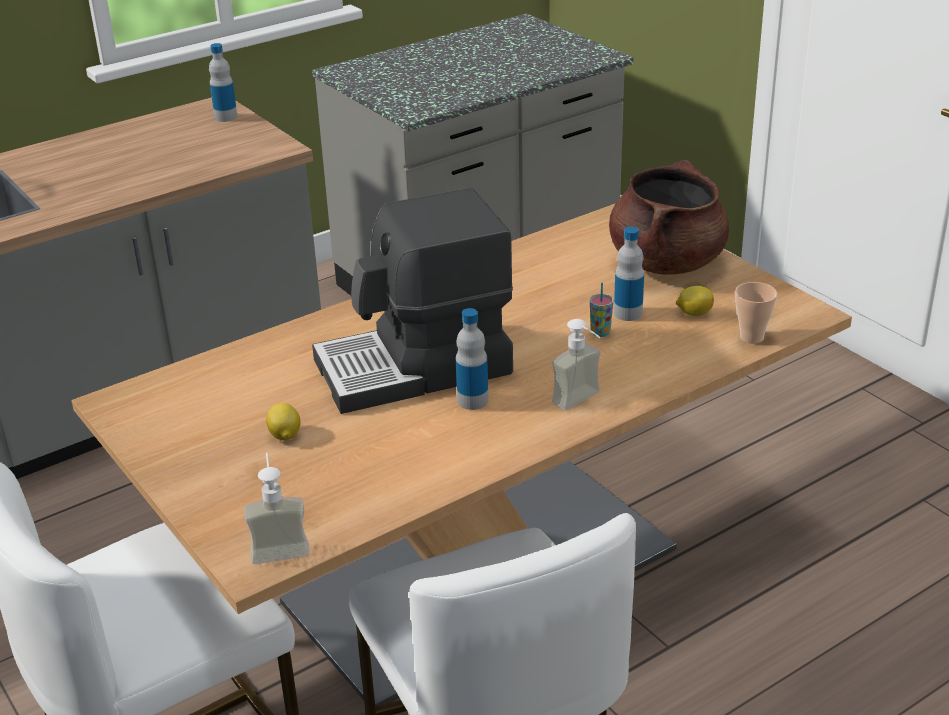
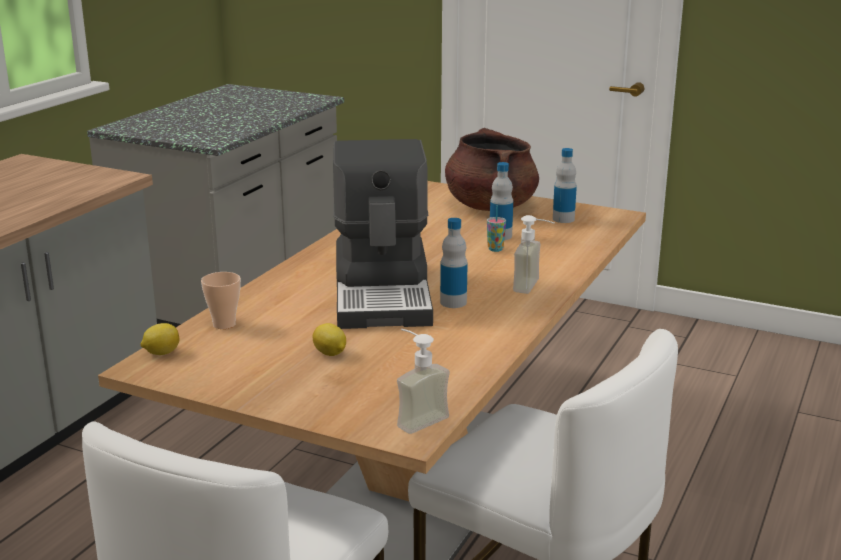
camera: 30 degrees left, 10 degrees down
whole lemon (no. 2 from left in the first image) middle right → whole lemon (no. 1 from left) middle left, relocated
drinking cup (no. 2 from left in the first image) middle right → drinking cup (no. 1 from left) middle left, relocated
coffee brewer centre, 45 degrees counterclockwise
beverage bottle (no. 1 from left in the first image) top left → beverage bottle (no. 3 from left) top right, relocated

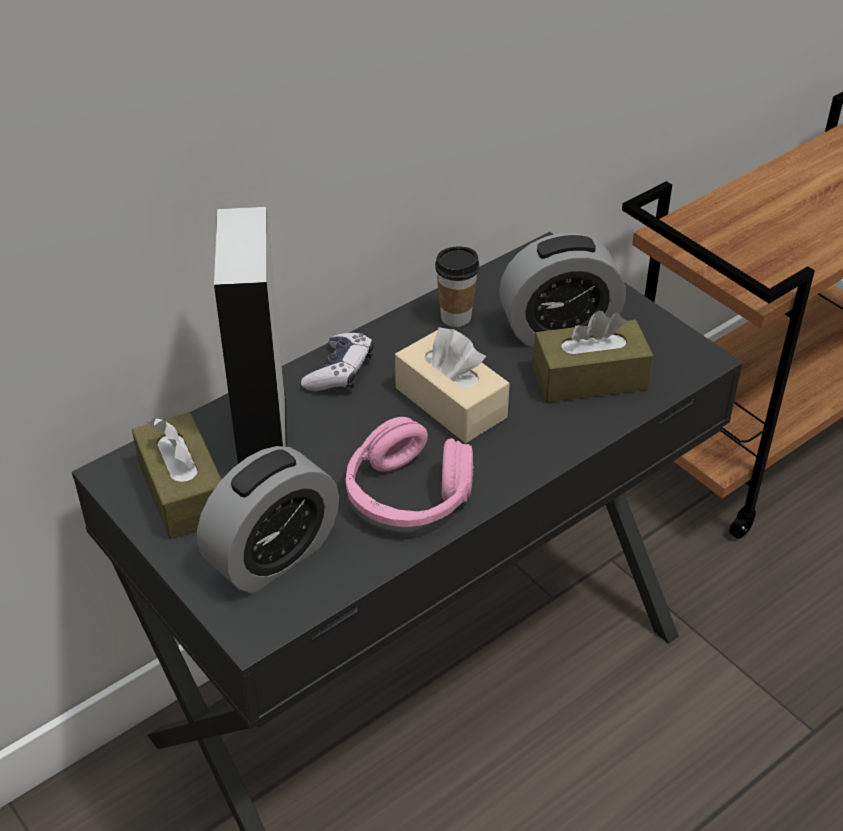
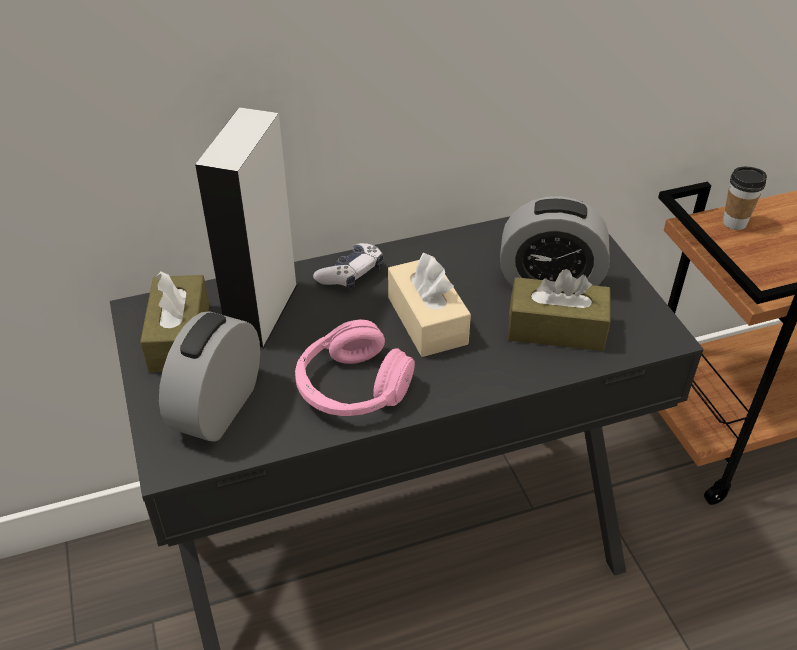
camera: 20 degrees right, 0 degrees up
bedside clock (no. 1 from left) middle left, 135 degrees clockwise
drinking cup centre → drinking cup top right, relocated

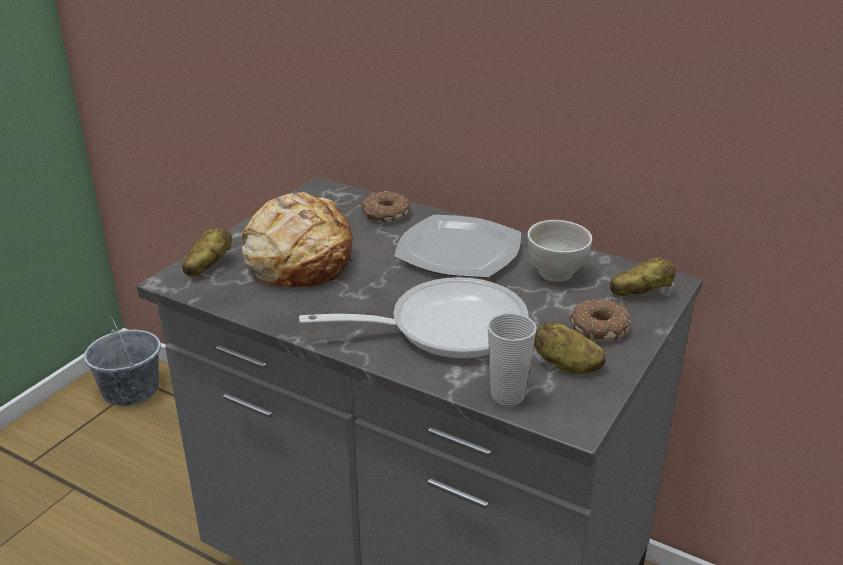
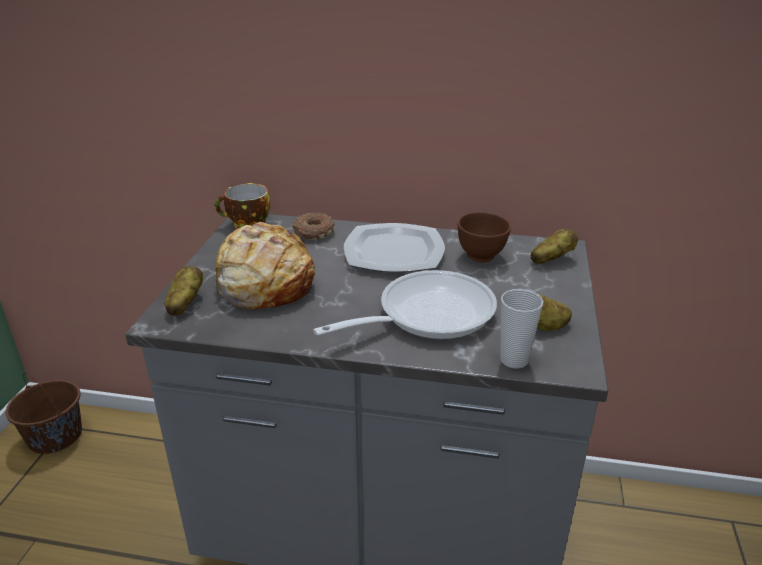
camera: 20 degrees left, 0 degrees up
pail/grey middle left → pail/brownish bottom left
- → drinking cup (no. 1 from left) middle left
deep dish/whitish centre → deep dish/brownish centre
doughnut (no. 2 from left) middle right → -

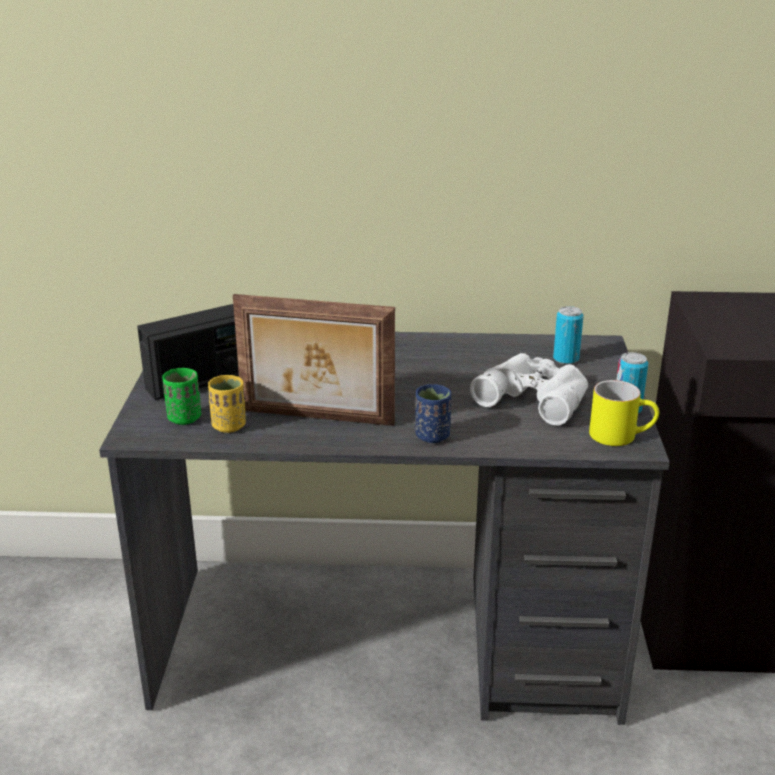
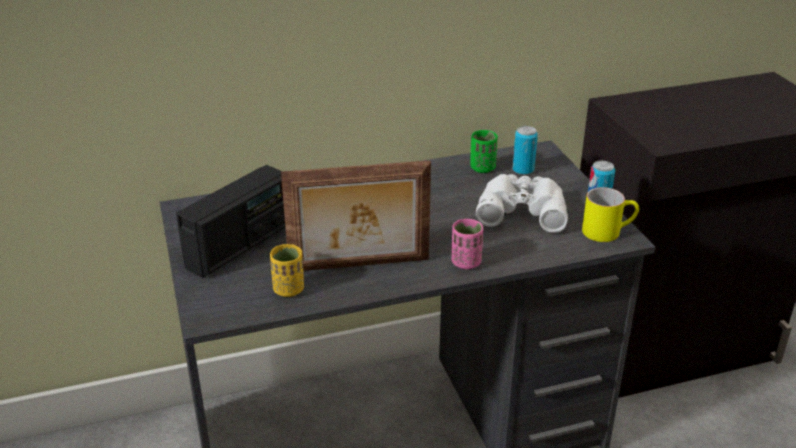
camera: 20 degrees left, 5 degrees up
drinking cup/blue-coloured centre → drinking cup/pink centre
drinking cup/greenish middle left → drinking cup/greenish centre, relocated

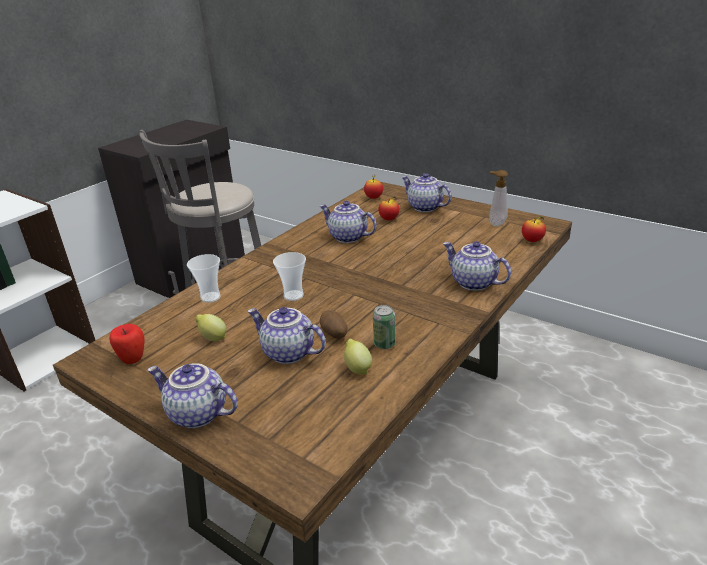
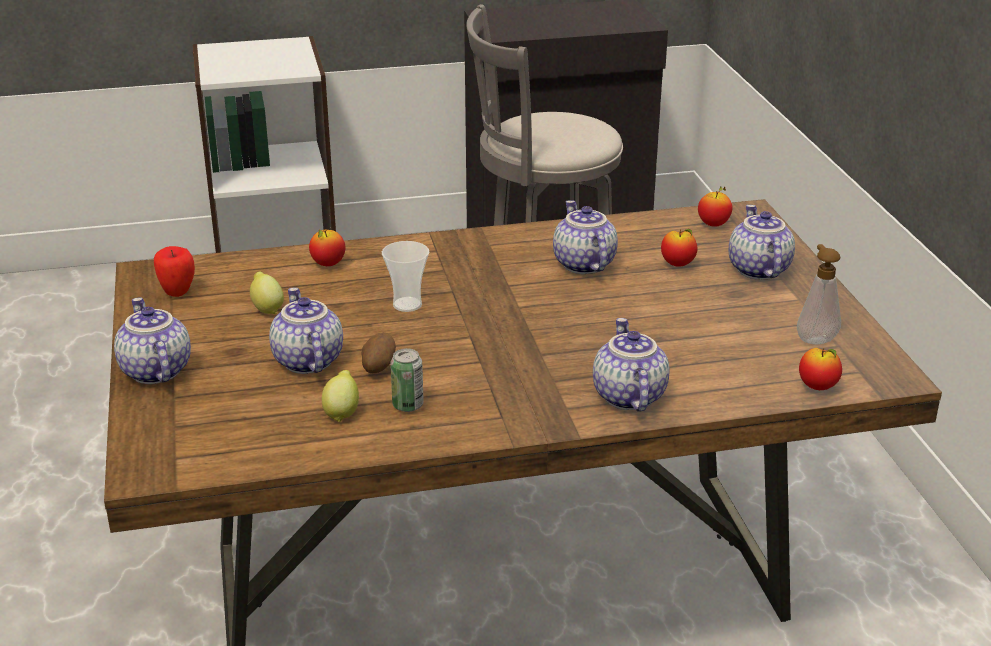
camera: 40 degrees right, 0 degrees up
drinking cup (no. 1 from left) middle left → whole apple (no. 2 from left) middle left

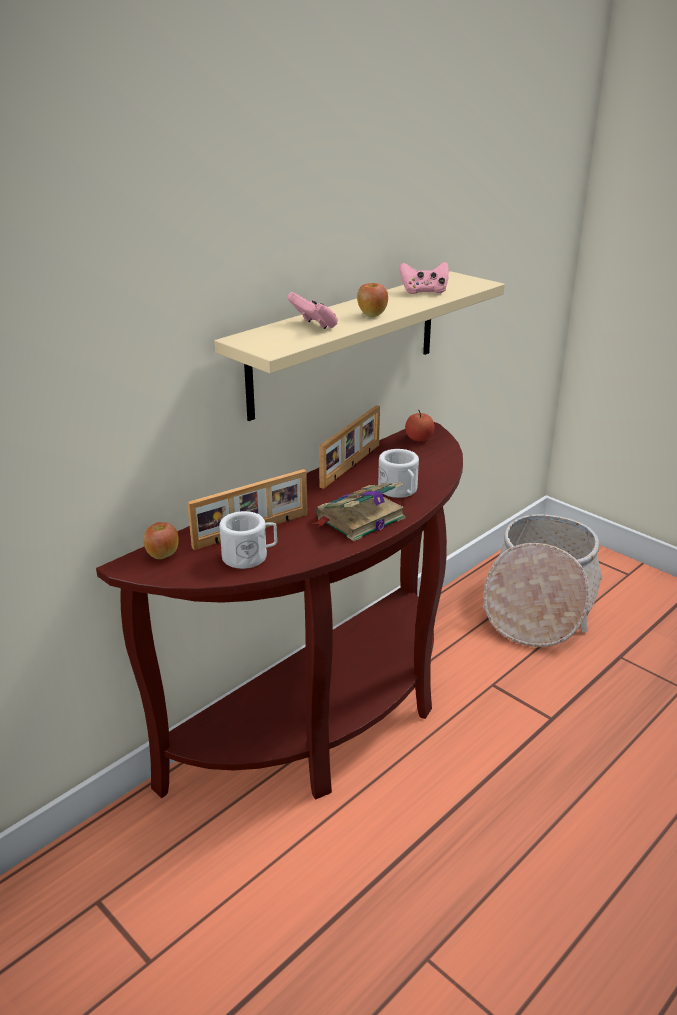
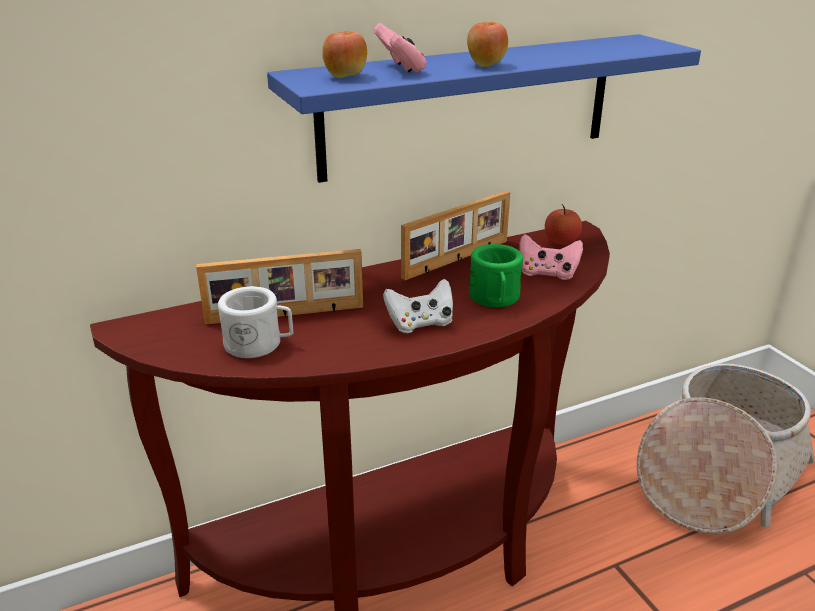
camera: 20 degrees right, 0 degrees up
shelf/beige-coloured centre → shelf/blue-coloured top centre
whole apple (no. 1 from left) middle left → whole apple (no. 1 from left) top centre, relocated
volume centre → game controller/whitish centre
coffee mug/whitish (no. 2 from left) centre → coffee mug/greenish centre
game controller/pink (no. 2 from left) top centre → game controller/pink (no. 2 from left) middle right, relocated

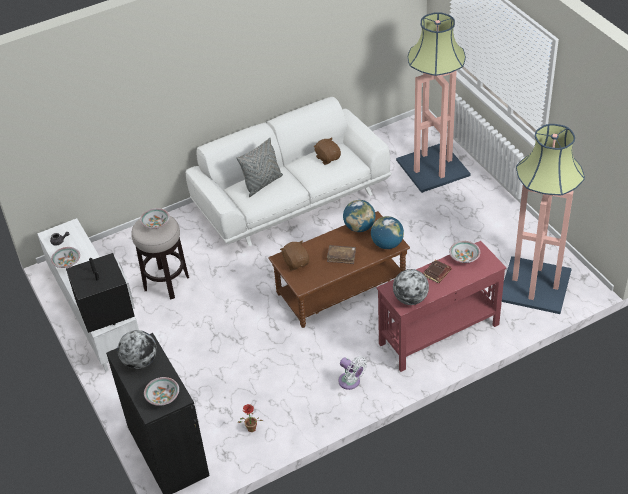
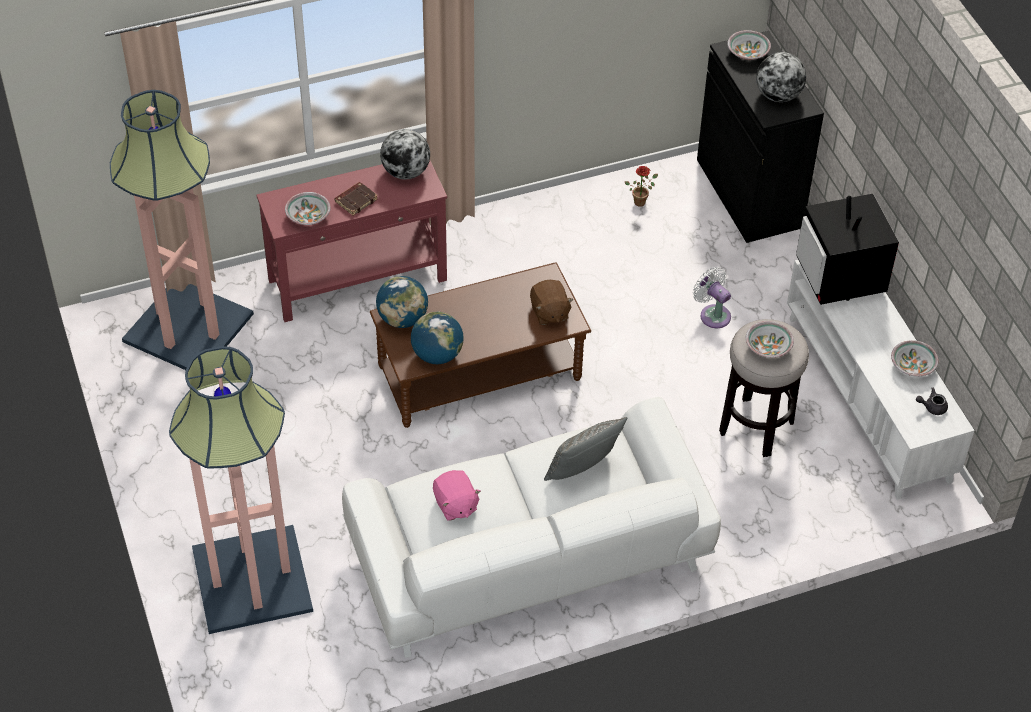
camera: 175 degrees left, 5 degrees up
soft toy/brownish (no. 2 from left) top centre → soft toy/pink bottom centre
fan/whitish bottom centre → fan/whitish middle right, relocated
volume/brownish (no. 1 from left) centre → -

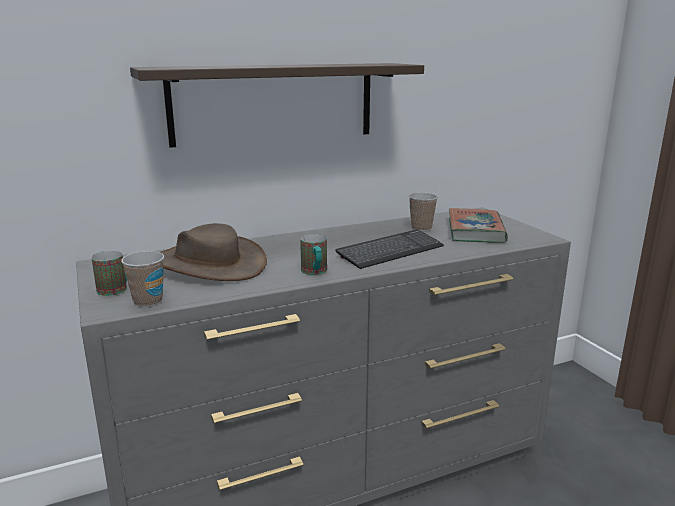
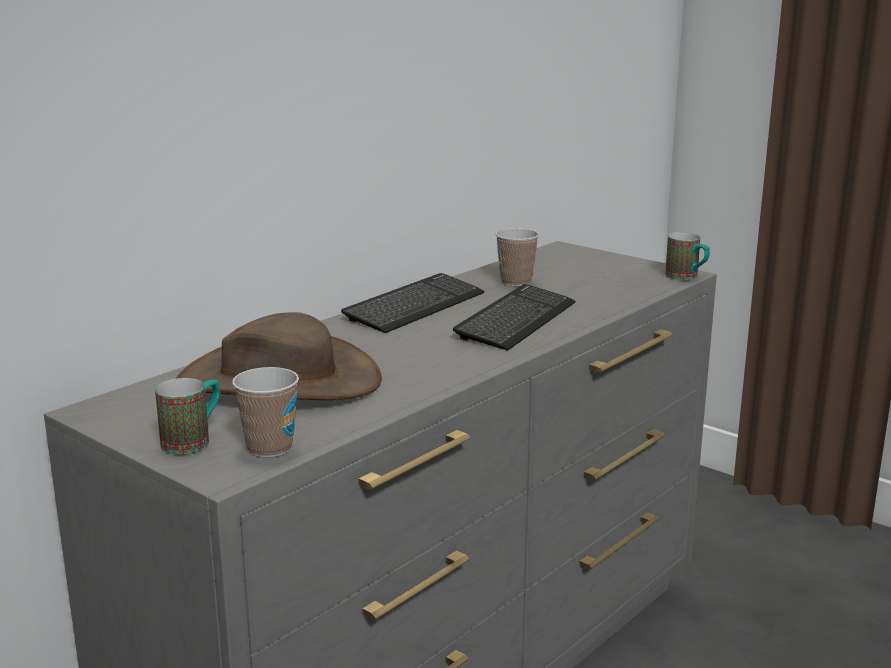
camera: 25 degrees left, 0 degrees up
- → PC keyboard (no. 1 from left) centre
coffee mug (no. 2 from left) centre → coffee mug (no. 2 from left) middle right, relocated
shelf top centre → -
volume middle right → -

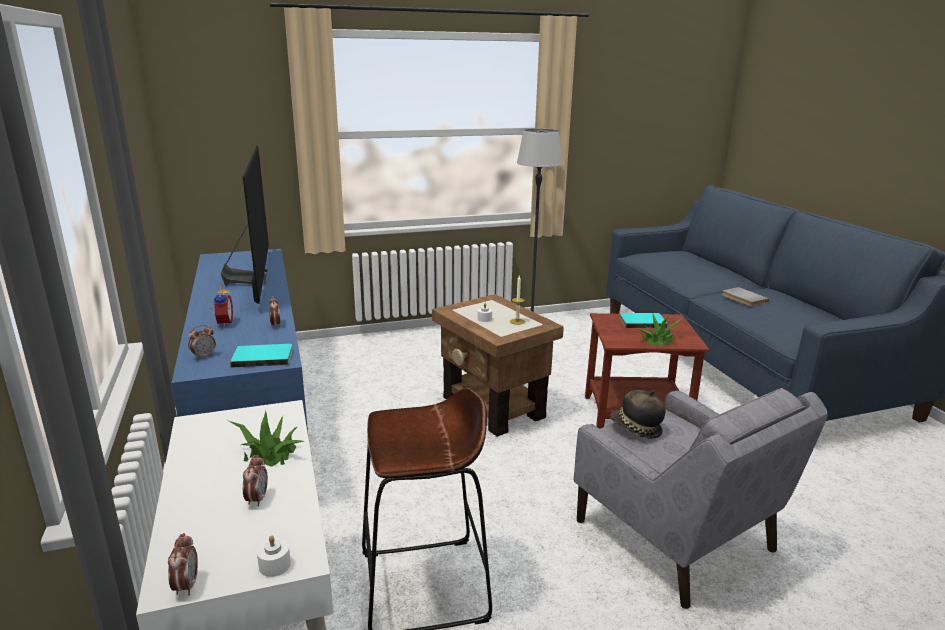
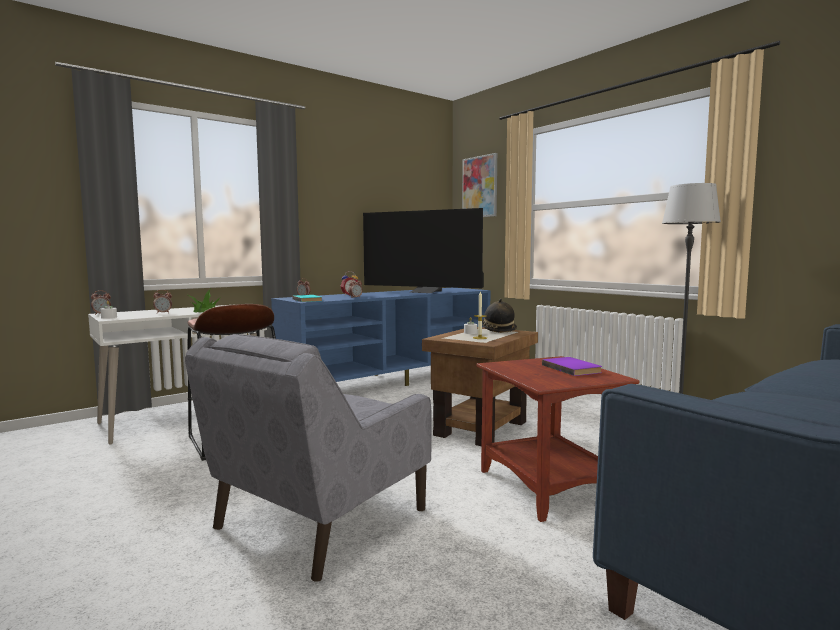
camera: 70 degrees right, 15 degrees down
television middle left → television centre, 60 degrees clockwise
- → wall picture top centre
hat middle right → hat centre, relocated
volume/blue-green (no. 2 from left) middle right → volume/purple-coloured middle right
potted plant (no. 2 from left) middle right → -
volume/grey middle right → -

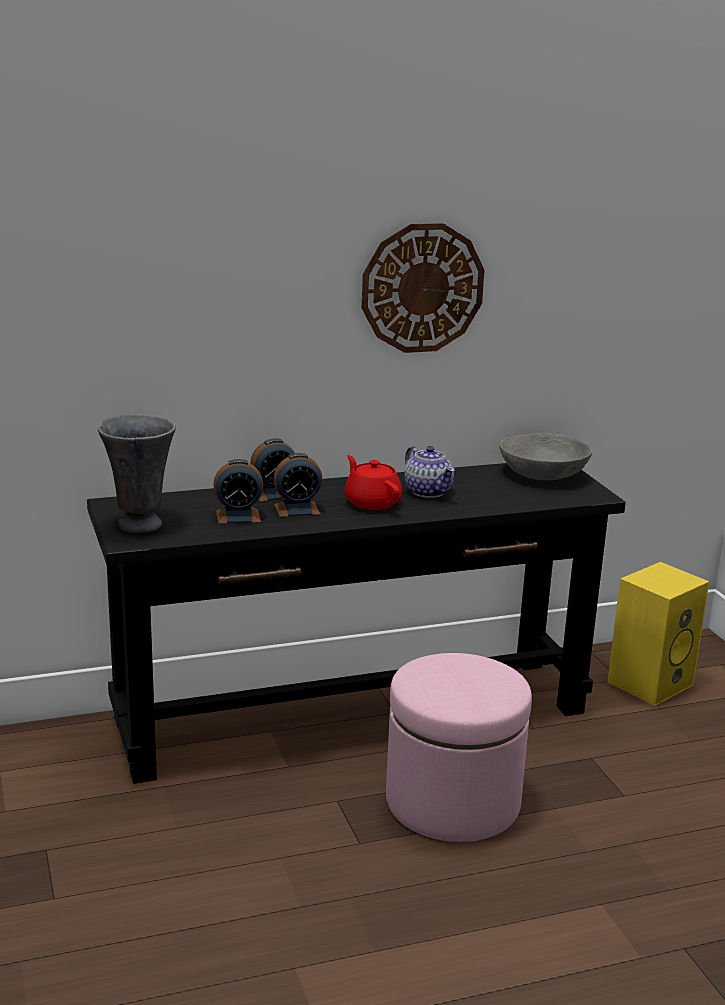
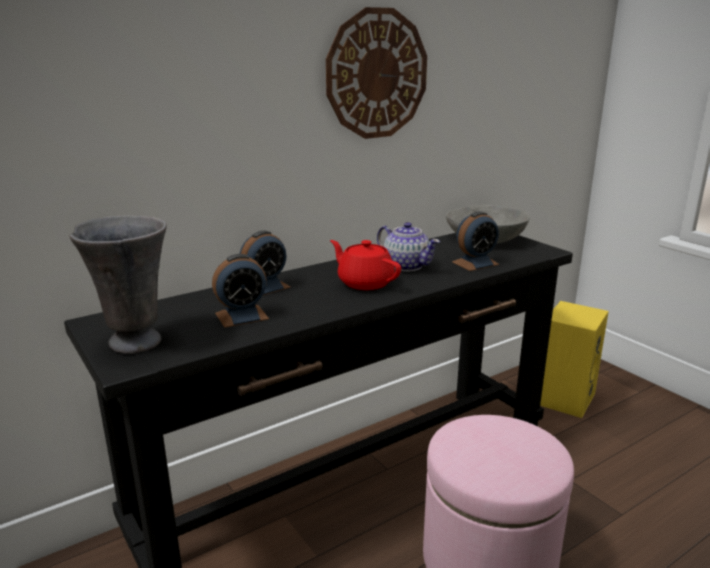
camera: 15 degrees left, 0 degrees up
bedside clock (no. 3 from left) centre → bedside clock (no. 3 from left) middle right, relocated

